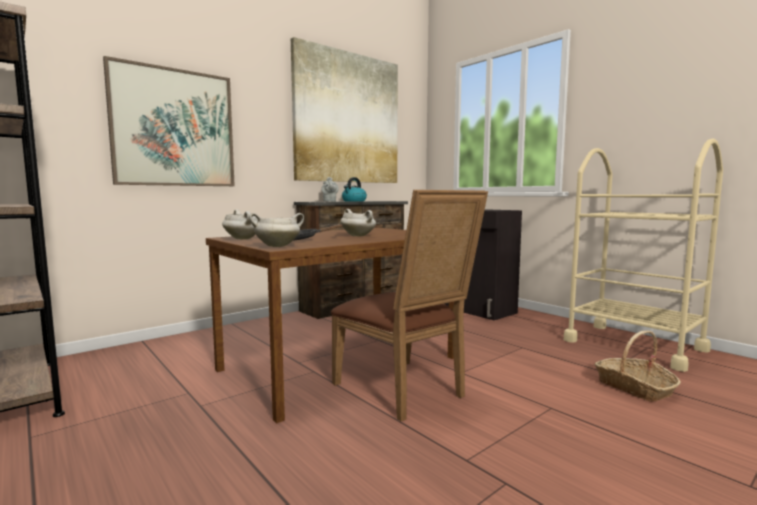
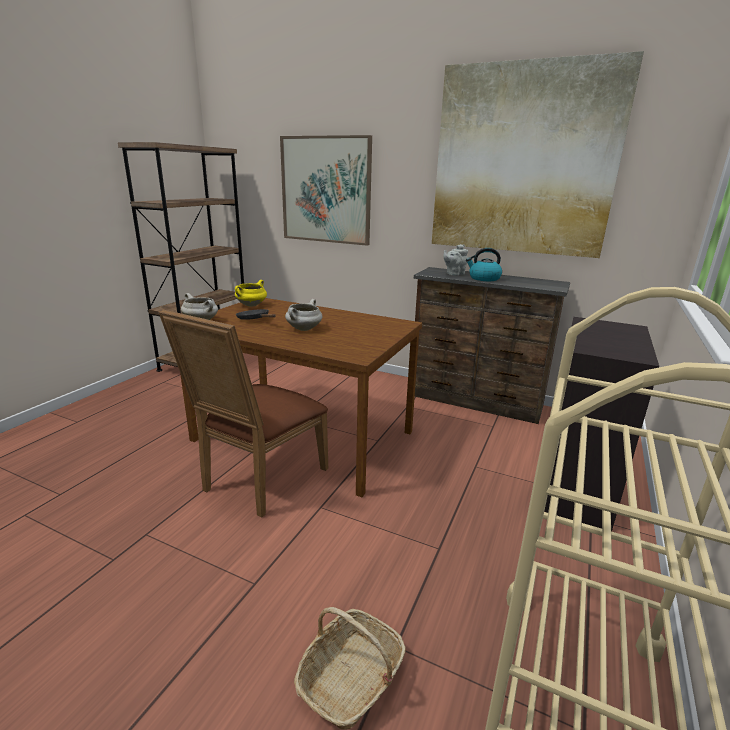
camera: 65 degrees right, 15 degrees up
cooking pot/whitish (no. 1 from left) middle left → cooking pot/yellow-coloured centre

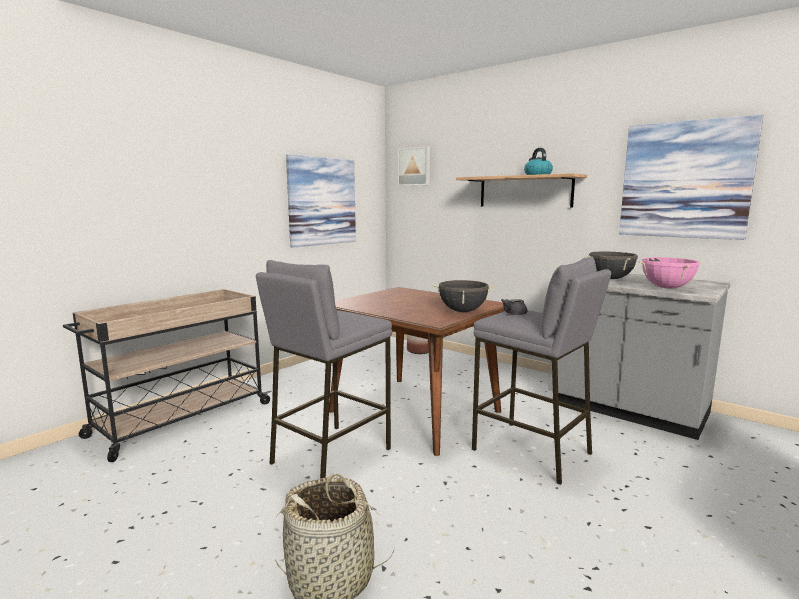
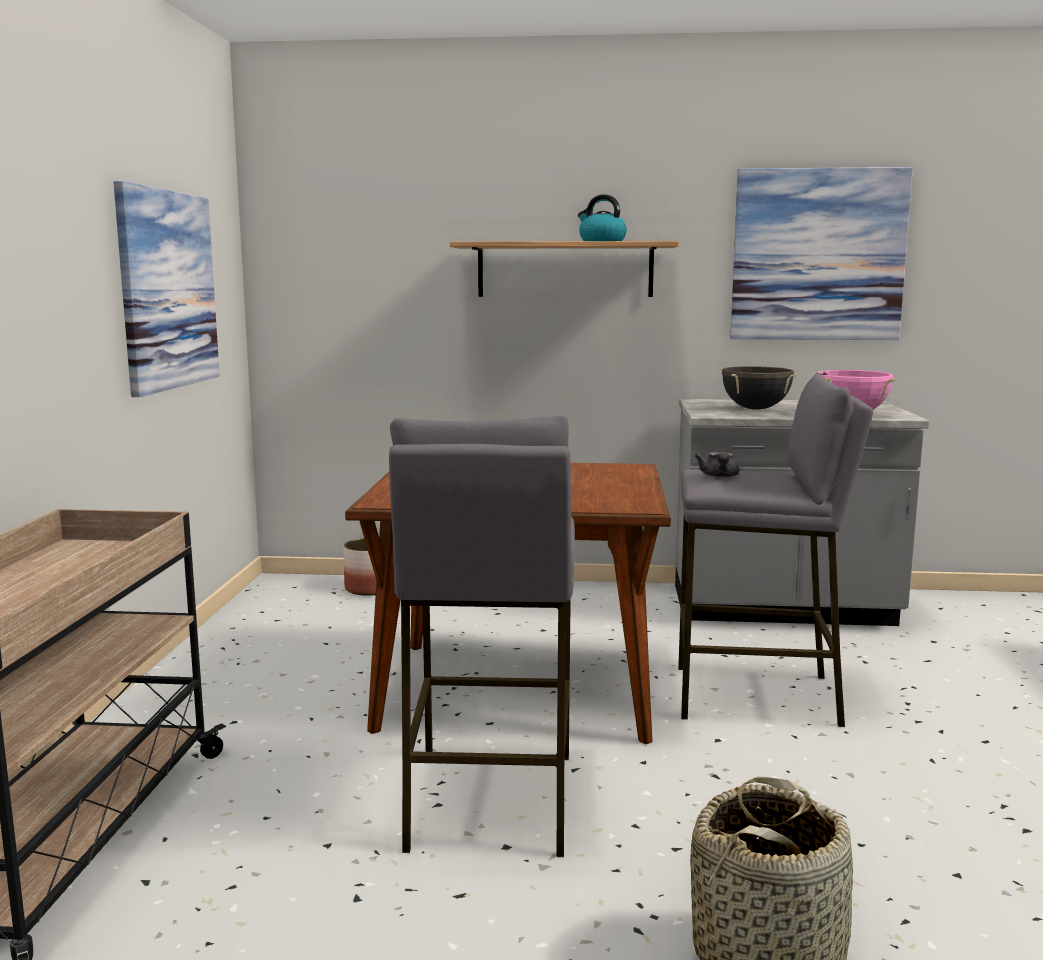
camera: 35 degrees left, 0 degrees up
wall picture (no. 2 from left) top centre → -
cooking pot/blackish (no. 1 from left) centre → -

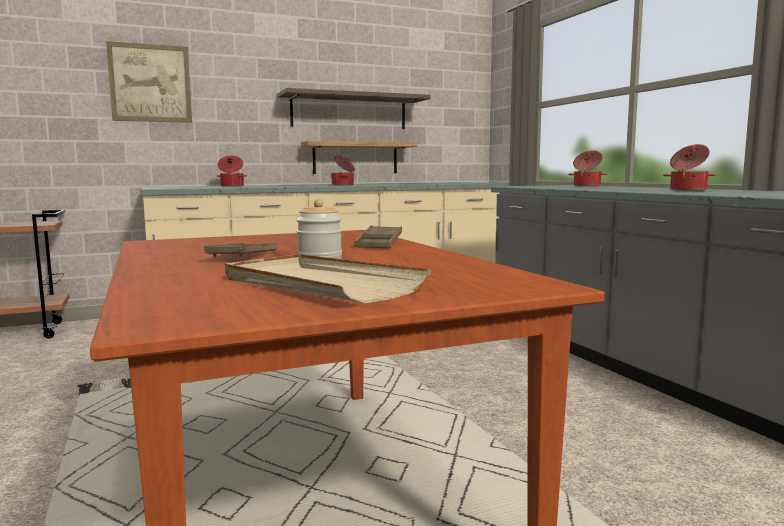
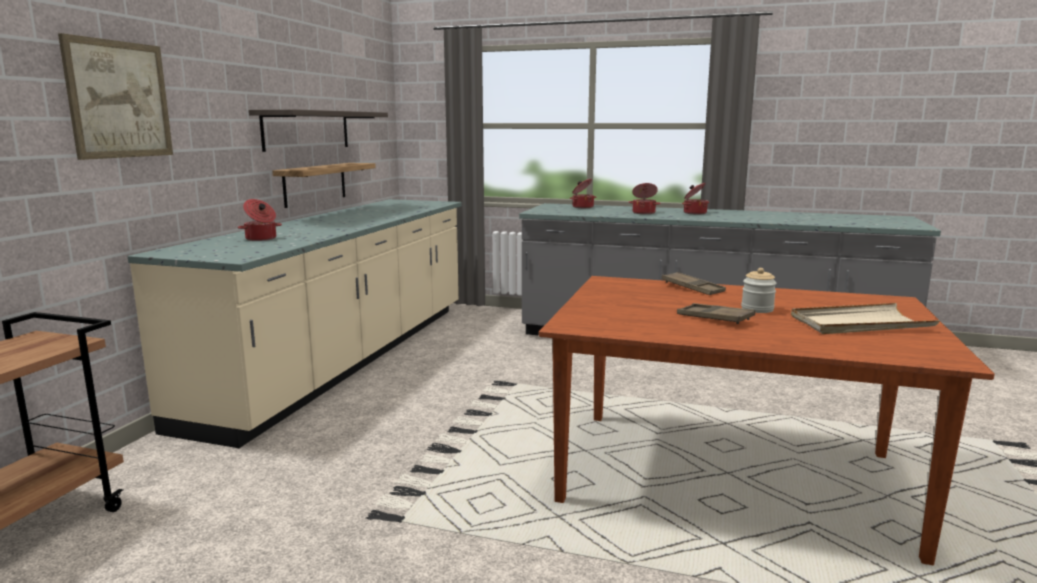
camera: 50 degrees left, 5 degrees up
cooking pot (no. 2 from left in the first image) top centre → cooking pot (no. 3 from left) centre, relocated

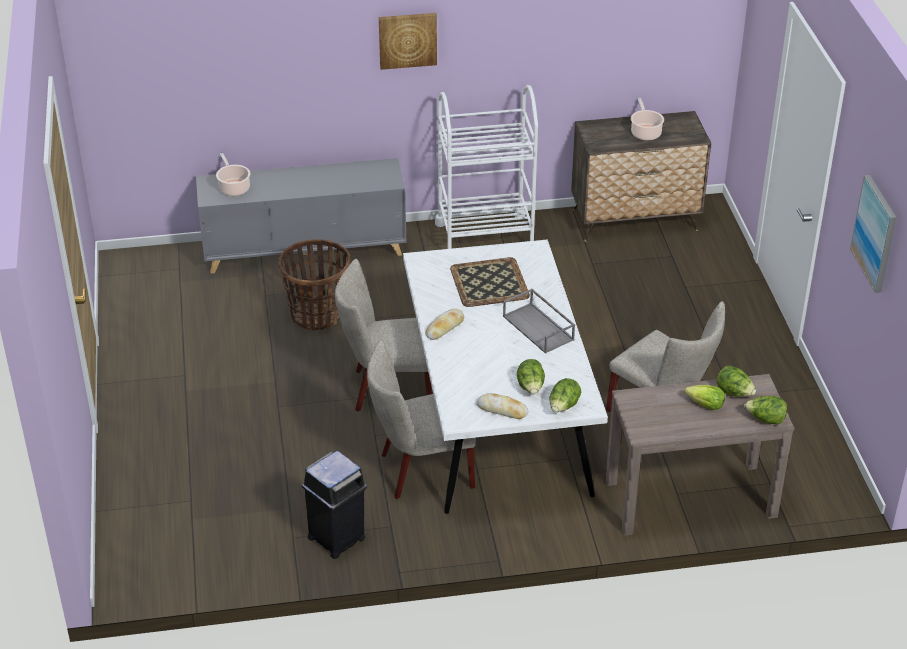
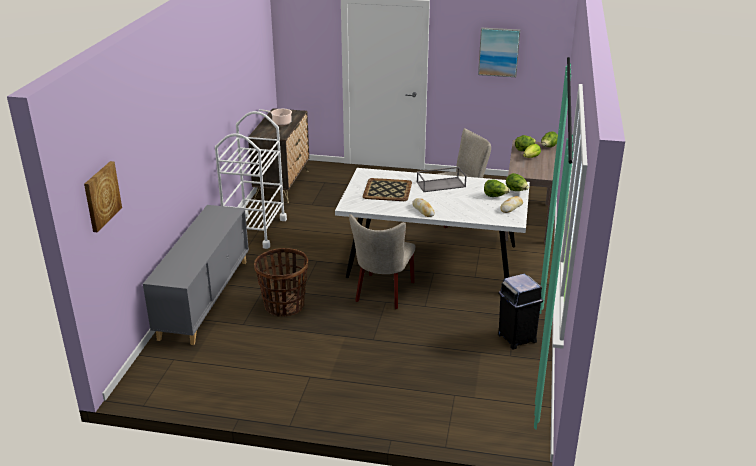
camera: 70 degrees left, 10 degrees down
wall picture (no. 1 from left) top centre → wall picture (no. 1 from left) middle left, relocated
cooking pot (no. 1 from left) top left → -
chair/beige-coloured (no. 2 from left) centre → -

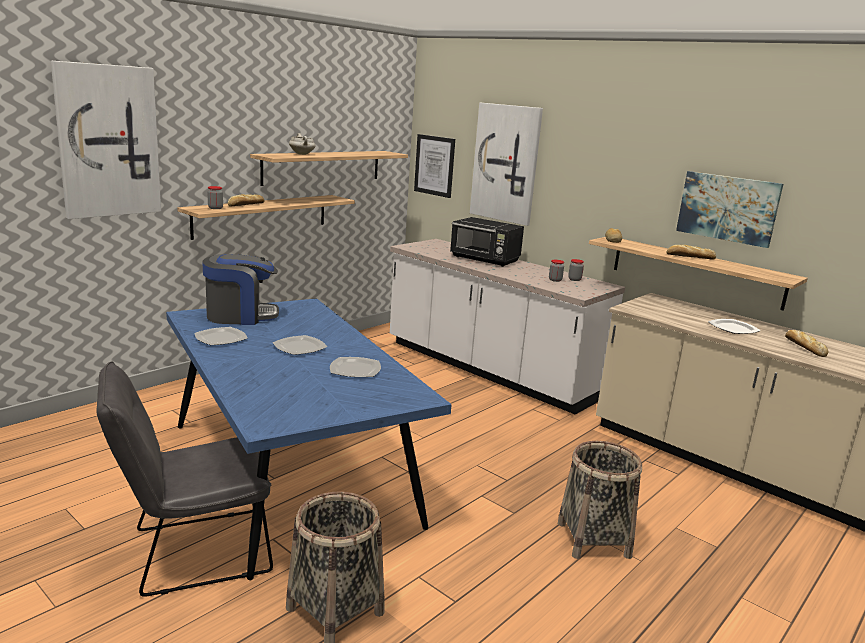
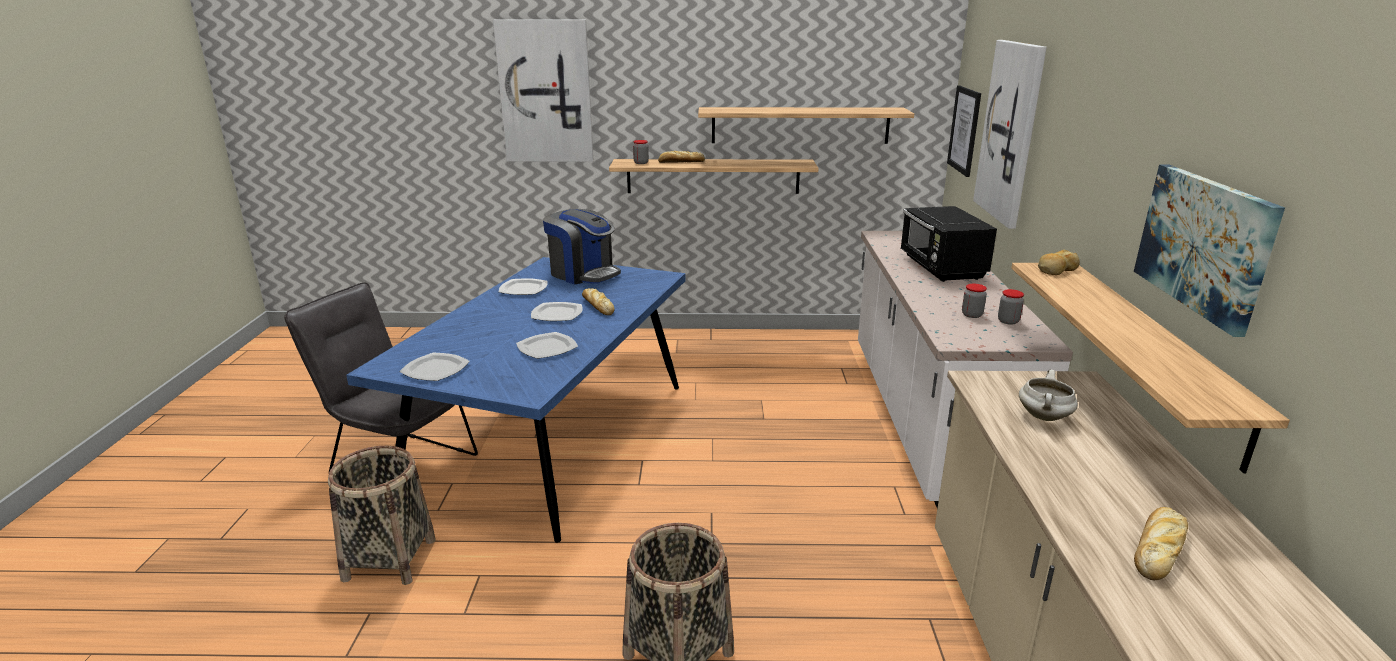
camera: 50 degrees right, 5 degrees up
flat dish (no. 4 from left in the first image) middle right → flat dish (no. 1 from left) middle left, relocated
bakery bread (no. 3 from left in the first image) middle right → bakery bread (no. 1 from left) centre, relocated
cooking pot/whitish top centre → cooking pot/whitish middle right, relocated

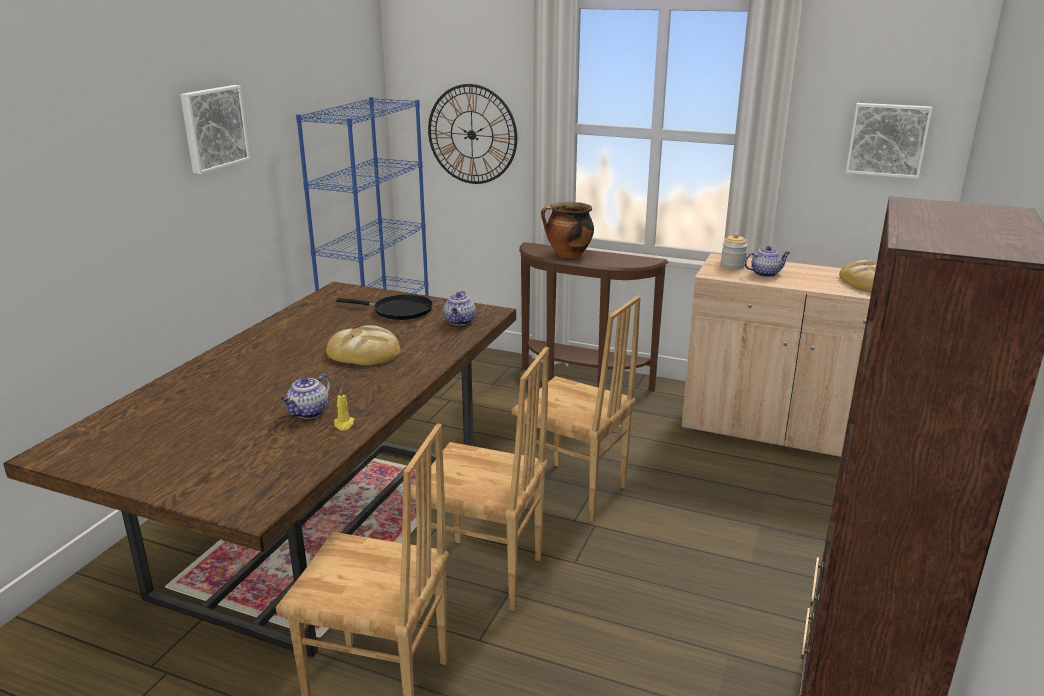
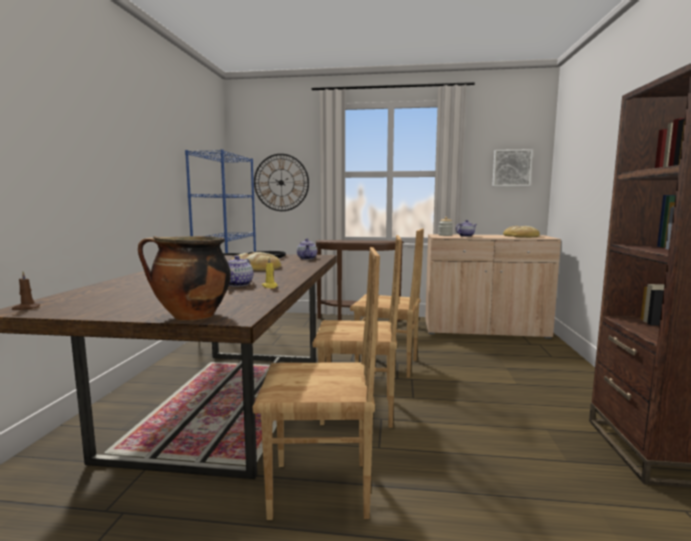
camera: 15 degrees left, 15 degrees down
- → wax candle/brownish middle left
cooking pot top centre → cooking pot middle left, relocated
wall picture (no. 1 from left) top left → -

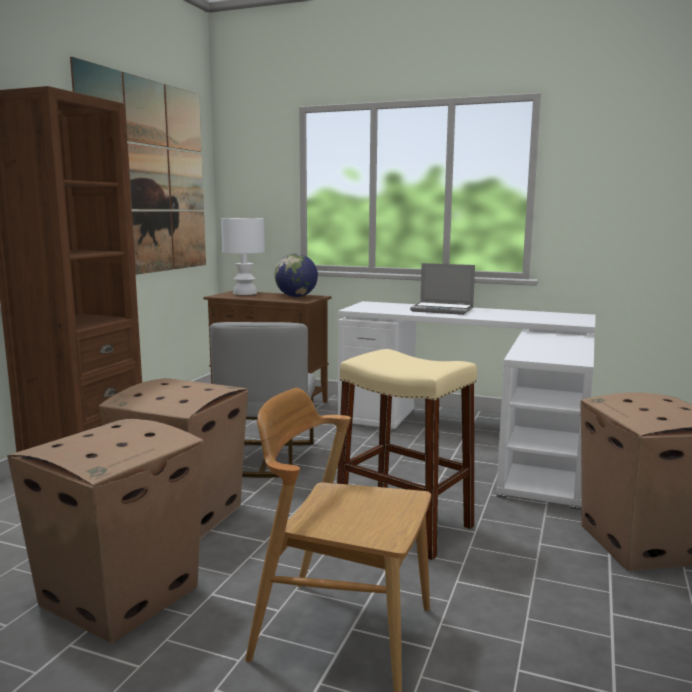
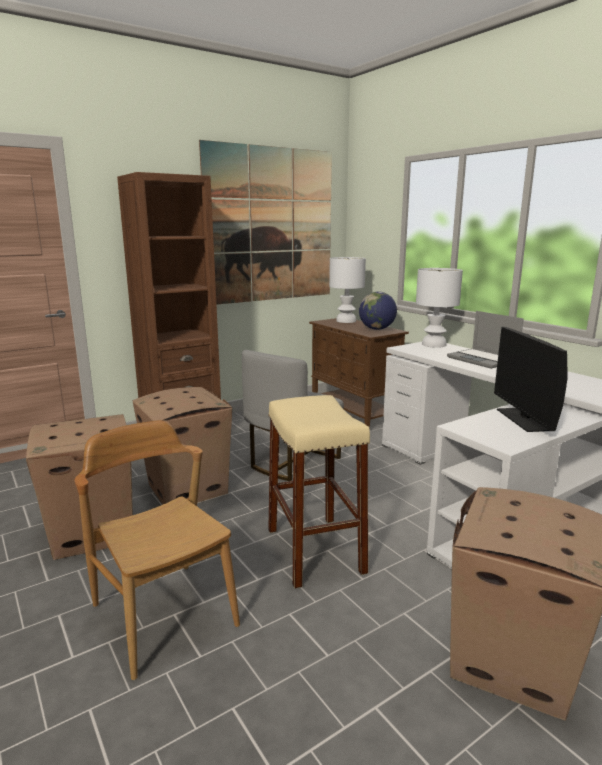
camera: 35 degrees right, 5 degrees up
- → table lamp/whitish (no. 2 from left) middle right
- → computer screen middle right

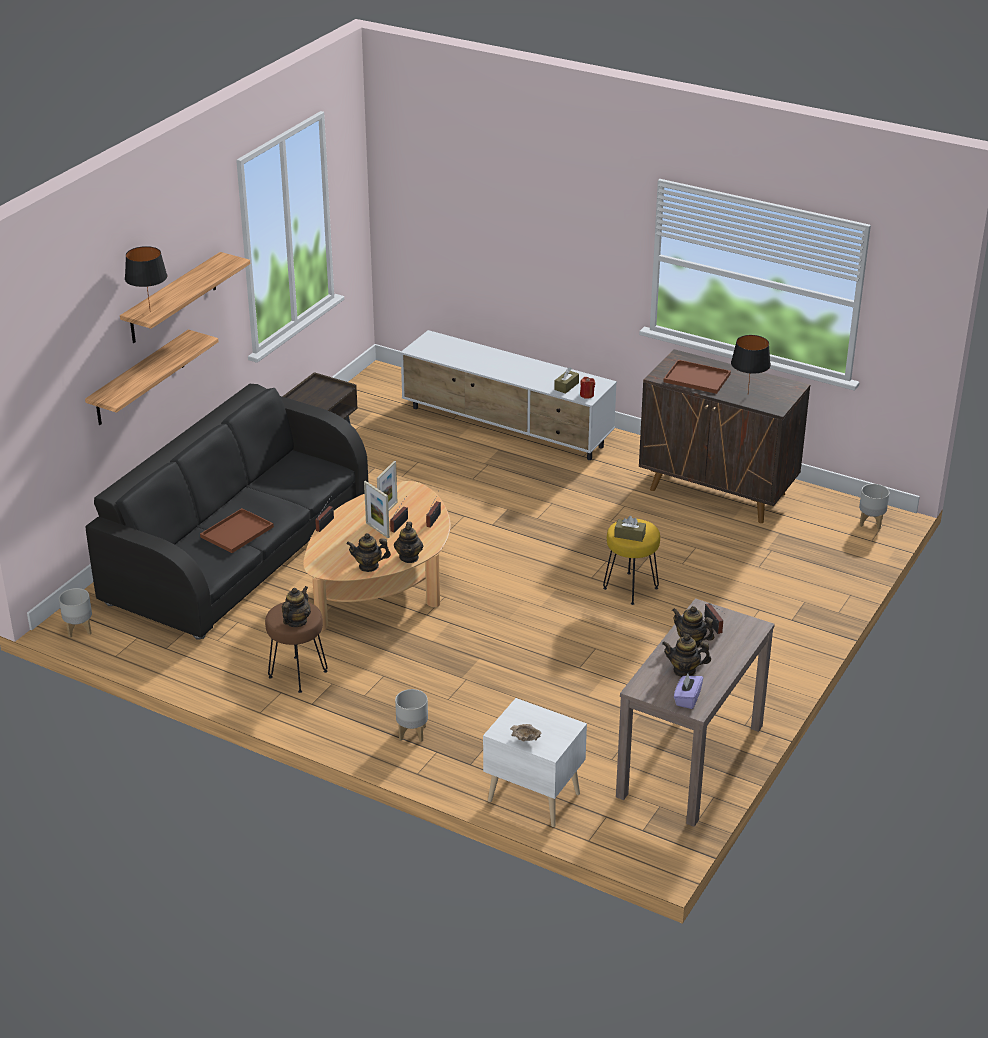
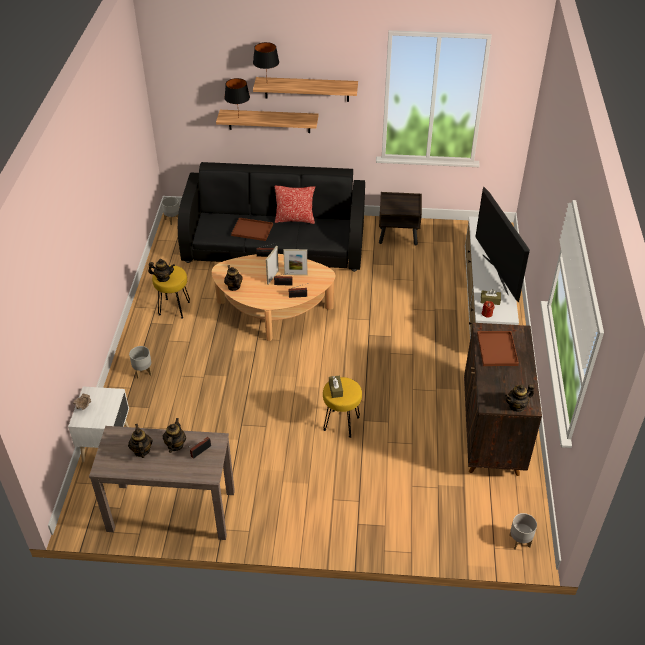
camera: 65 degrees right, 10 degrees up
sitting stool/brownish middle left → sitting stool/yellow-coloured (no. 1 from left) middle left
table lamp/blackish (no. 2 from left in the first image) middle right → table lamp/blackish (no. 1 from left) top centre, relocated
- → pillow top centre
- → television middle right
teapot (no. 3 from left in the first image) centre → teapot (no. 5 from left) middle right, relocated
tissue box/purple-coloured middle right → -

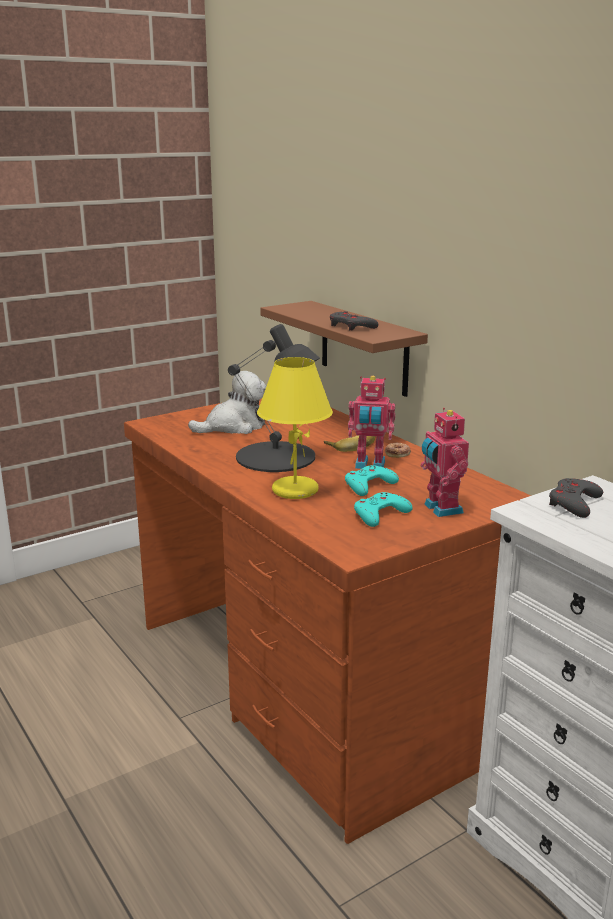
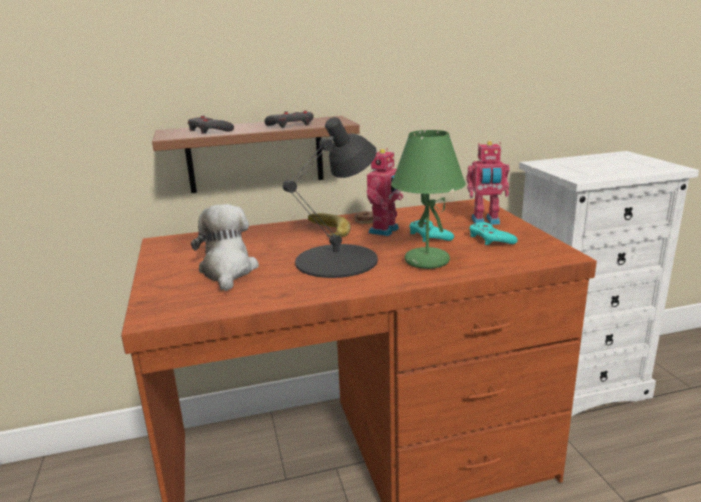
camera: 70 degrees left, 0 degrees up
game controller/grey (no. 2 from left in the first image) middle right → game controller/grey (no. 1 from left) top left, relocated
table lamp/yellow-coloured centre → table lamp/greenish centre

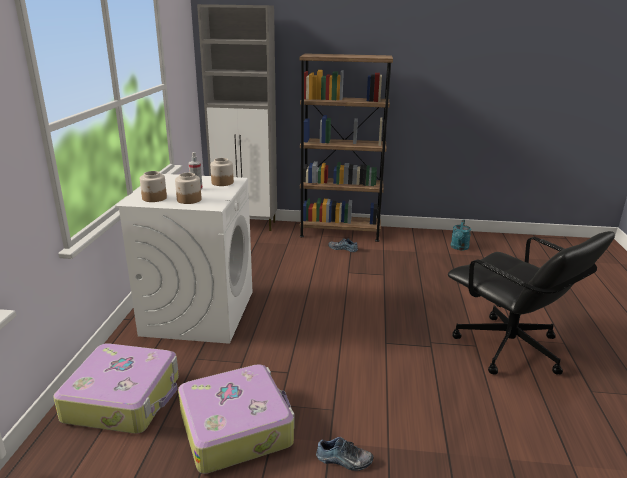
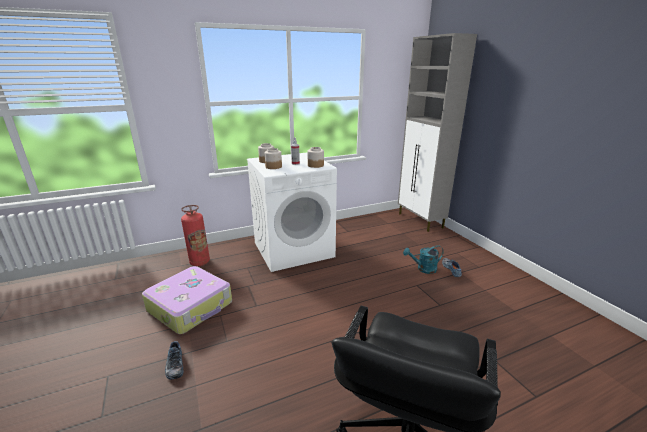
camera: 60 degrees right, 0 degrees up
travel case (no. 1 from left) bottom left → extinguisher middle left
watering pot/blue-green middle right → watering pot/blue-green centre, relocated
shelving unit/brownish top centre → -

